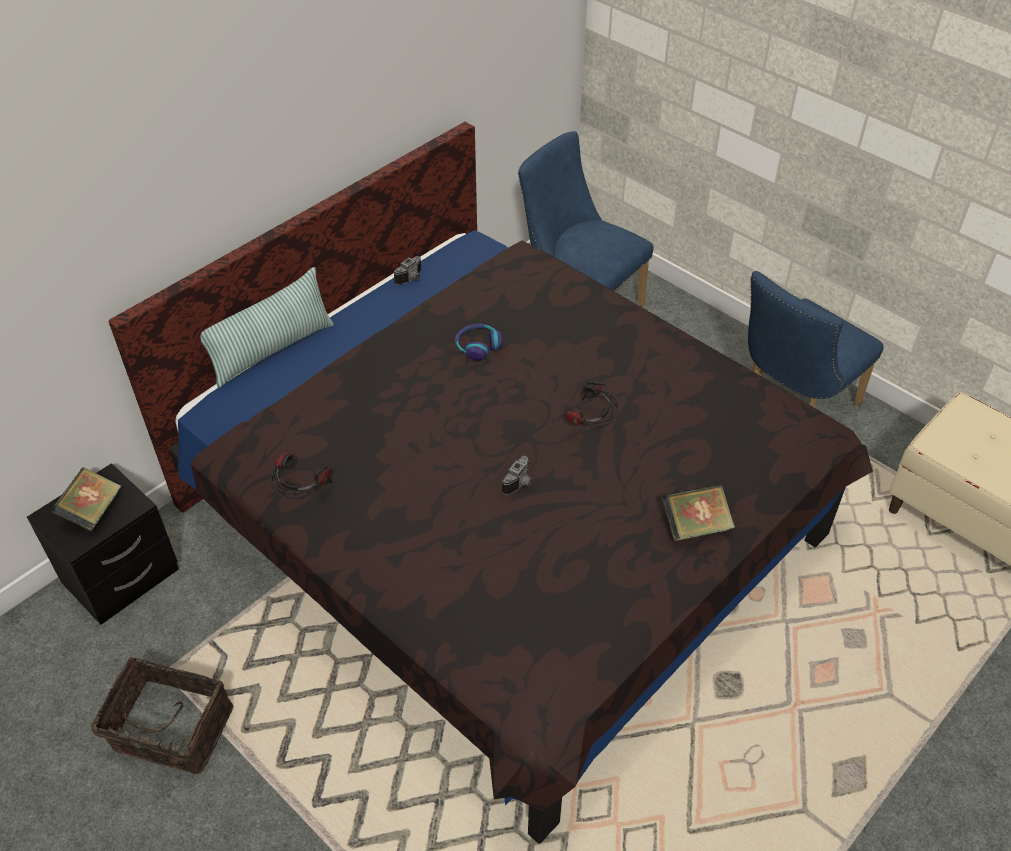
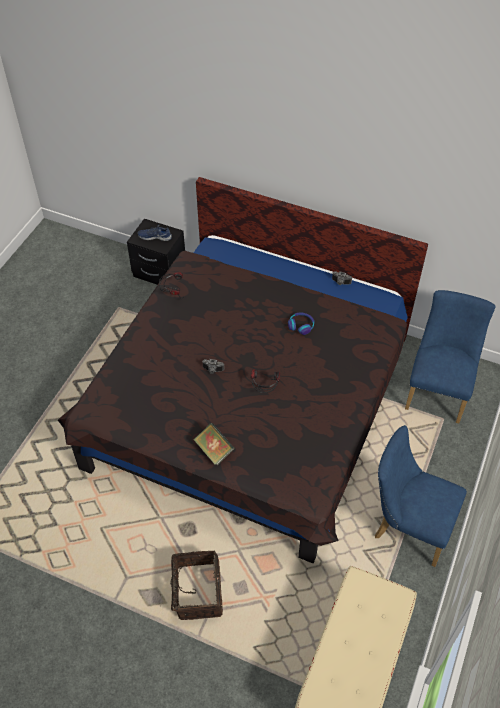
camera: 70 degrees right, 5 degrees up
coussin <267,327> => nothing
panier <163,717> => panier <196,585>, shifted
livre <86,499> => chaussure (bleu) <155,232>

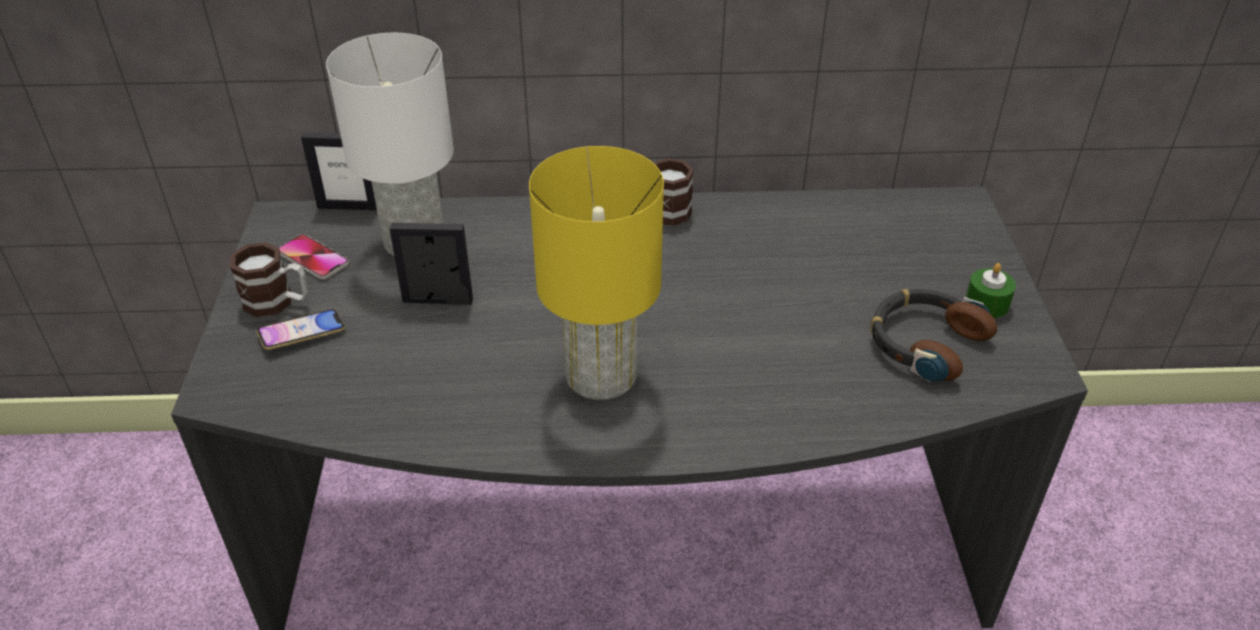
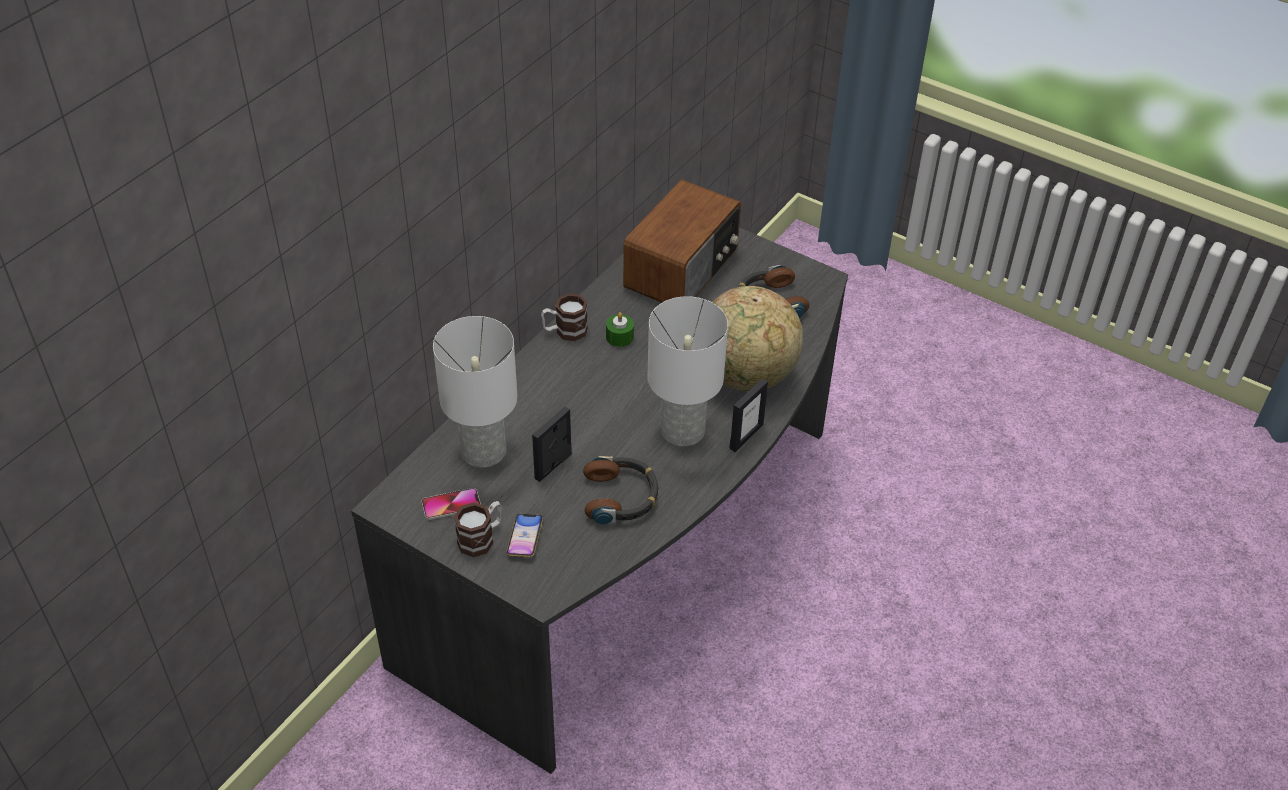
camera: 55 degrees left, 5 degrees up
nothing => casque audio <621,490>
nothing => radio <682,241>
nothing => globe <757,338>
cadre photo <339,171> => cadre photo <749,415>, shifted
bougie (vert) <991,290> => bougie (vert) <620,329>, shifted
lampe de table (jaune) <596,273> => lampe de table (blanc) <687,371>

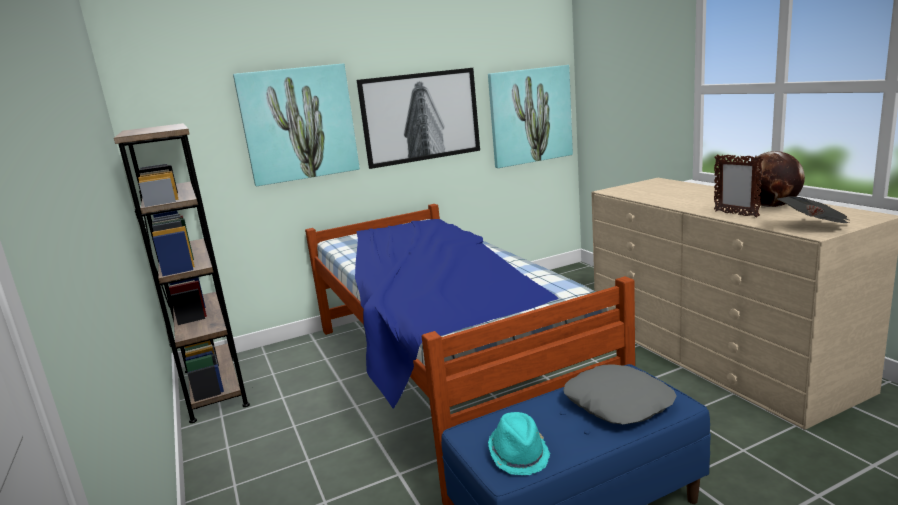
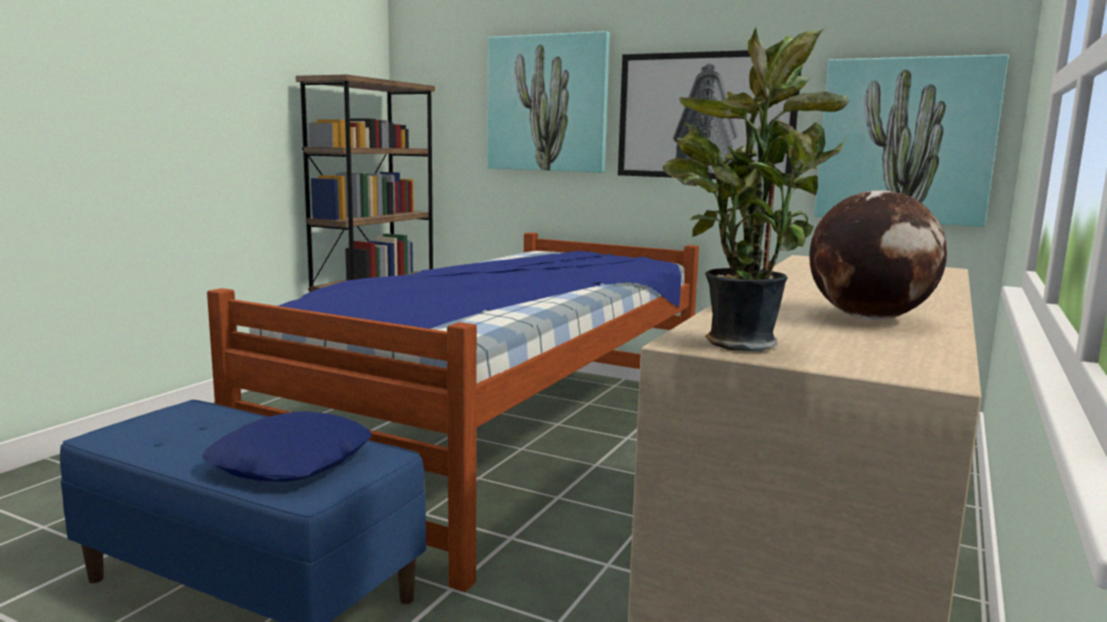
camera: 50 degrees right, 5 degrees down
chapeau (turquoise) <519,443> => nothing
journal <813,209> => plante en pot <756,189>
coussin (gris) <619,394> => coussin (bleu) <286,447>

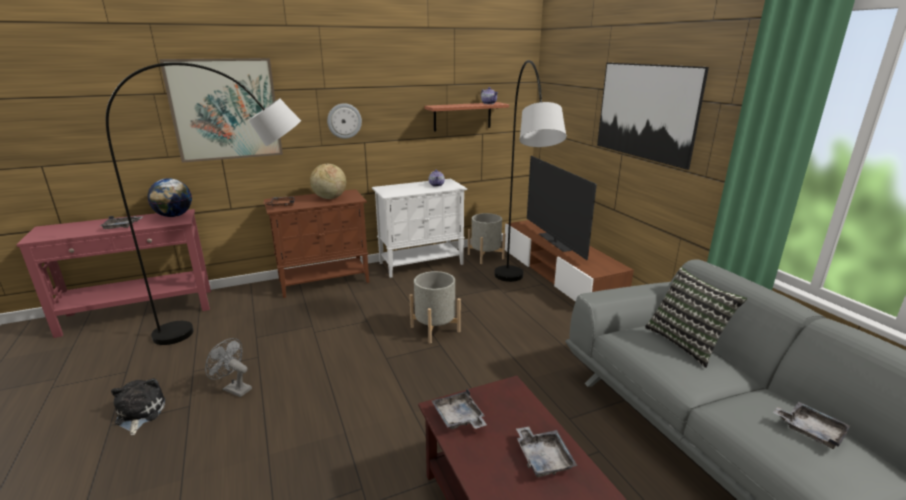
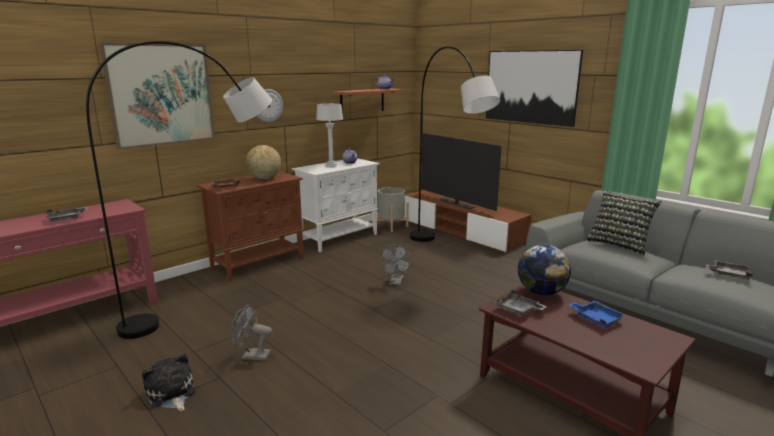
camera: 20 degrees left, 5 degrees down
nothing => lampe de table (gris) <329,135>
globe <169,197> => globe <544,270>, shifted
cache-pot (gris) <435,307> => ventilateur (gris) <395,264>
plateau (gris) <546,452> => plateau (bleu) <597,314>

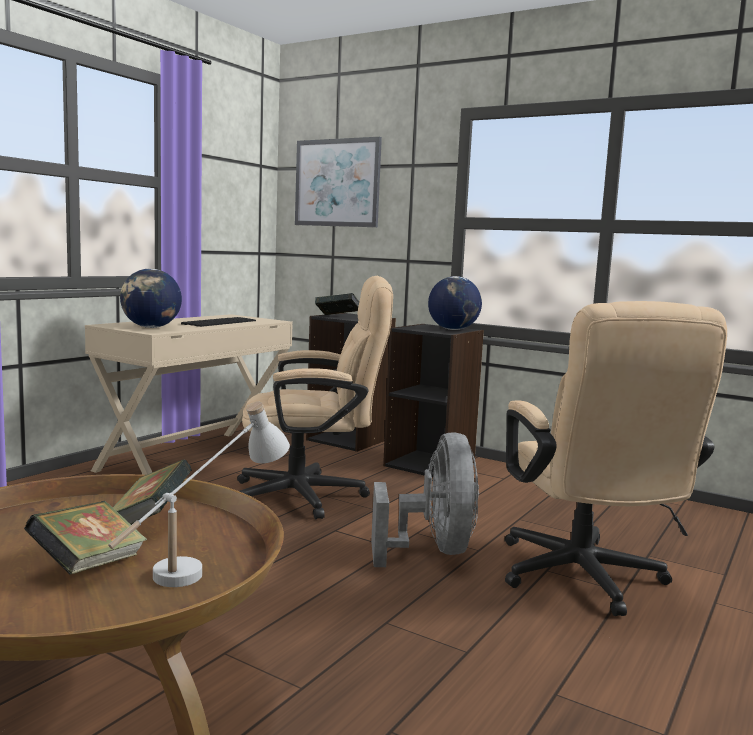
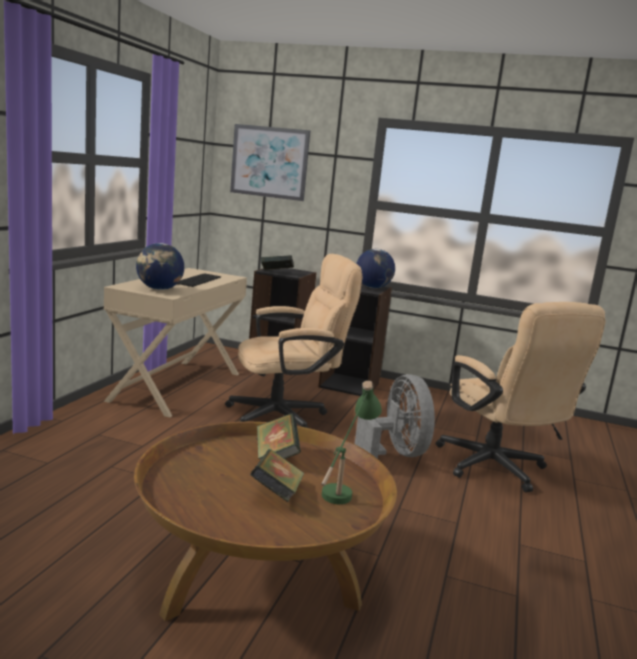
camera: 15 degrees left, 5 degrees up
lampe de table (blanc) <199,494> => lampe de table (vert) <351,442>

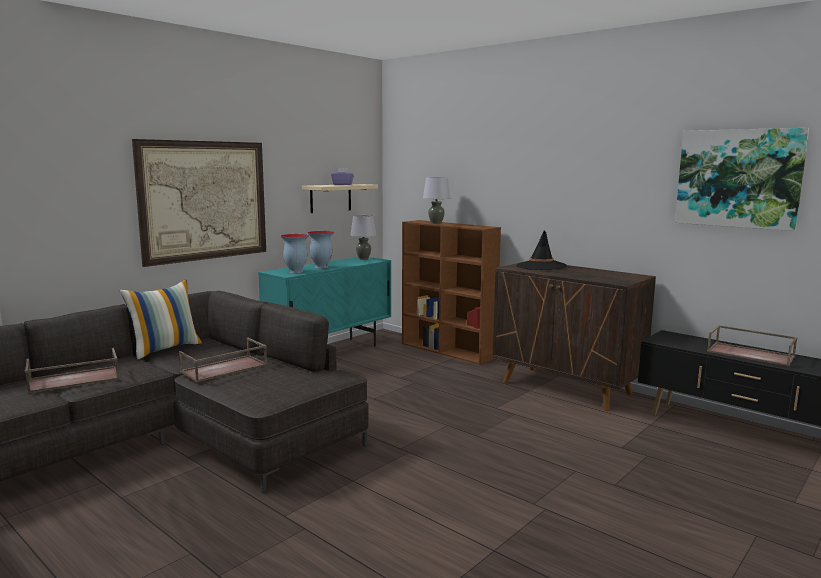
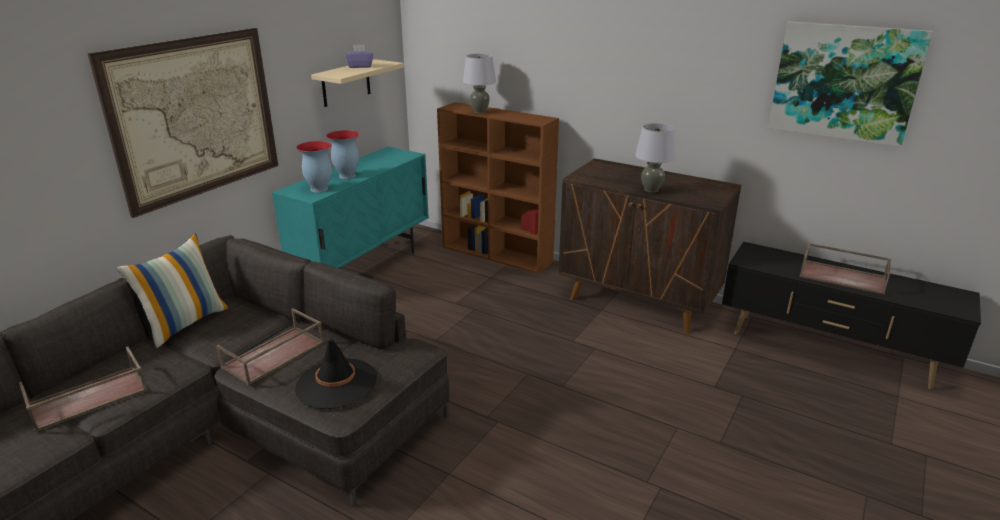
camera: 10 degrees left, 15 degrees up
lampe de table (gris) <363,237> => lampe de table (gris) <655,158>, shifted
chapeau (noir) <541,250> => chapeau (noir) <336,374>, shifted

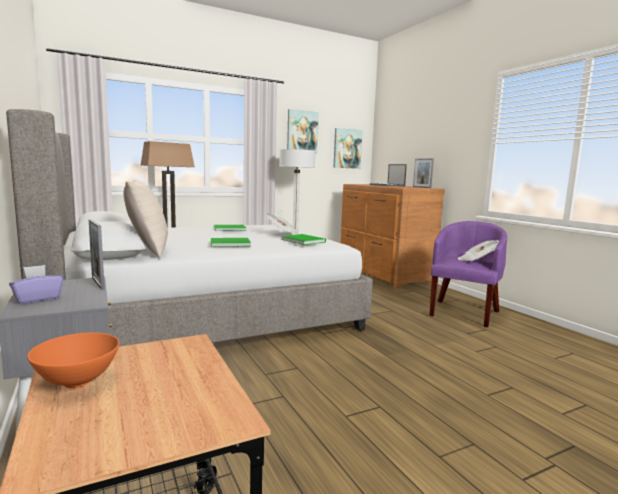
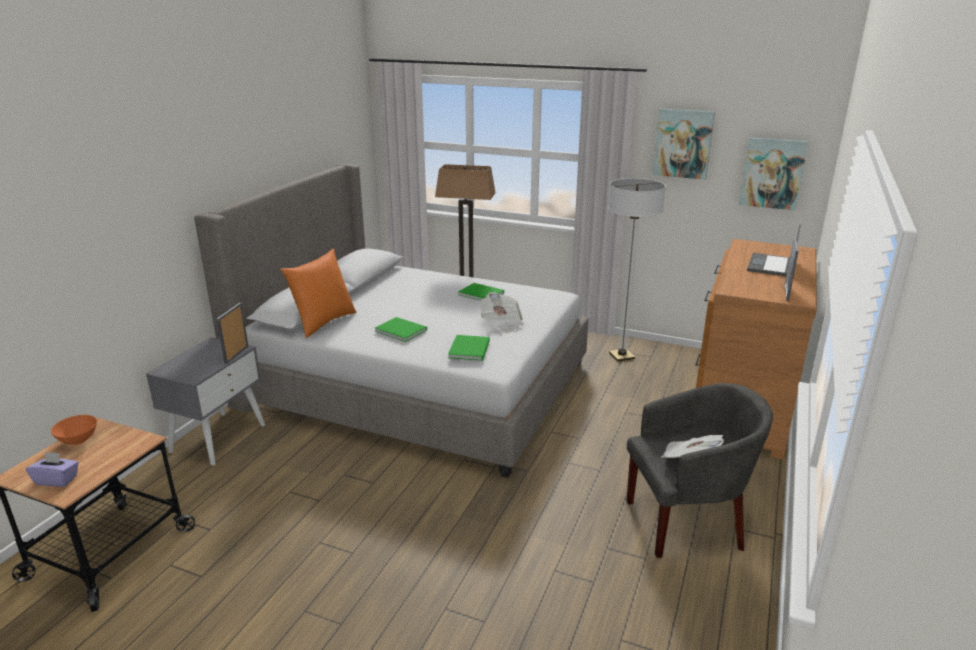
camera: 50 degrees right, 15 degrees up
boîte à mouchoirs (violet) <36,284> => boîte à mouchoirs (violet) <52,469>, shifted
coussin (beige) <146,219> => coussin (orange) <318,293>
fauteuil (violet) <468,274> => fauteuil (gris) <699,470>

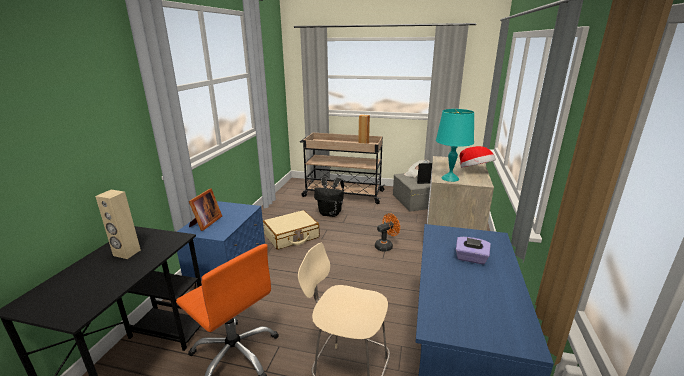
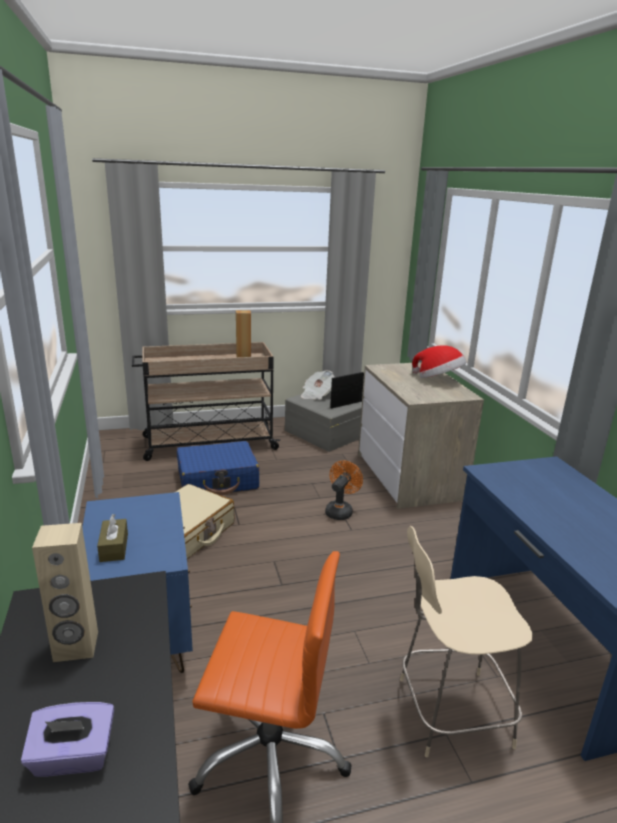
camera: 30 degrees left, 0 degrees up
lampe de table (turquoise) <455,145> => nothing
boîte à mouchoirs (violet) <473,250> => boîte à mouchoirs (violet) <67,739>, shifted
cadre photo <205,209> => boîte à mouchoirs (marron) <112,538>
sac à dos (noir) <329,197> => valise (bleu) <218,468>

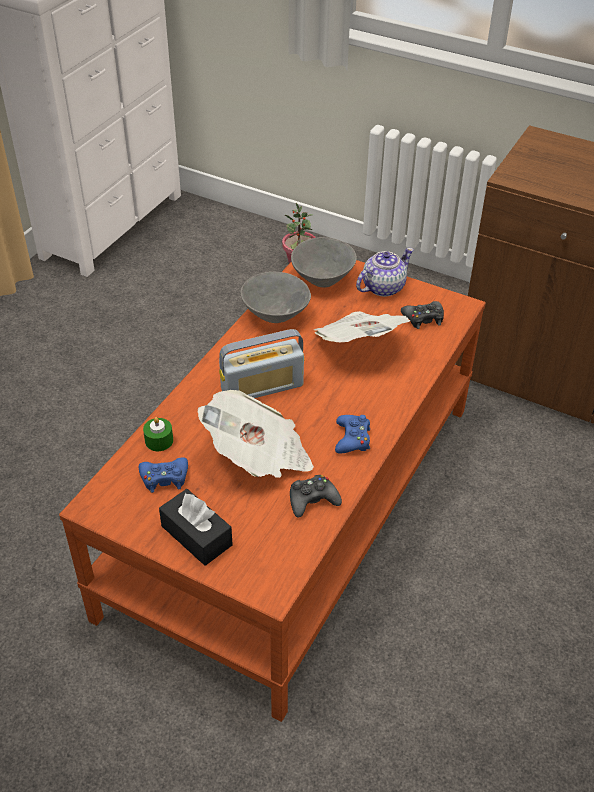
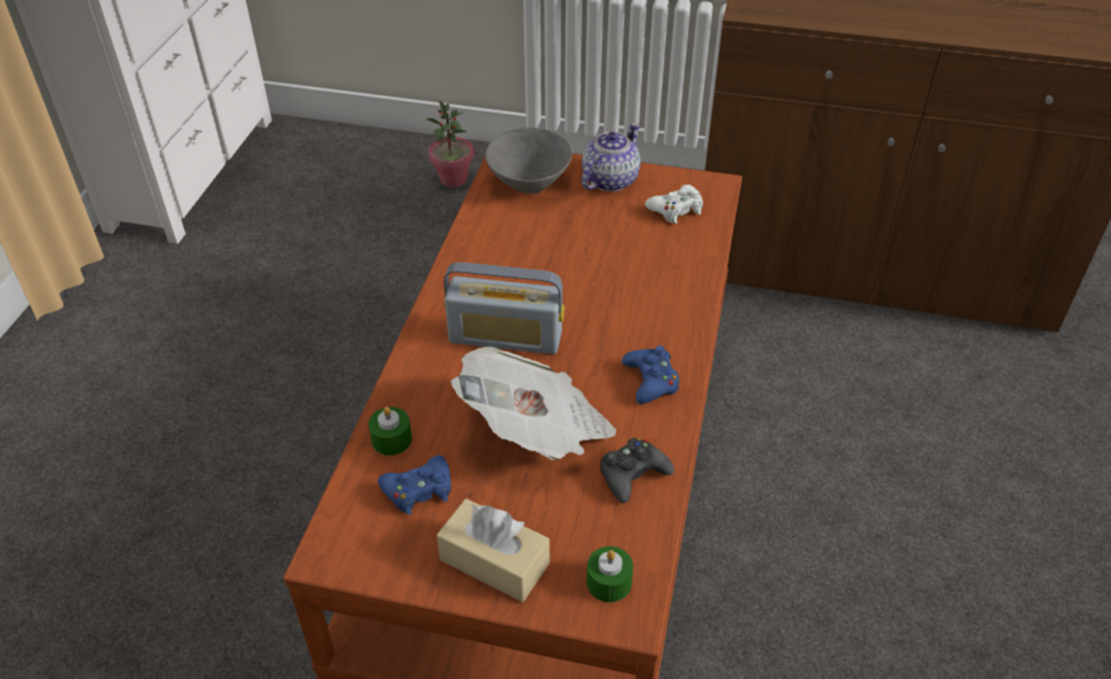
camera: 15 degrees left, 0 degrees up
bol (gris) <276,297> => nothing
journal <362,326> => nothing
nothing => bougie (vert) <610,574>
boîte à mouchoirs (noir) <196,527> => boîte à mouchoirs (beige) <493,550>
manette (noir) <422,315> => manette (blanc) <674,204>
radio <262,363> => radio <504,308>, 45 degrees clockwise

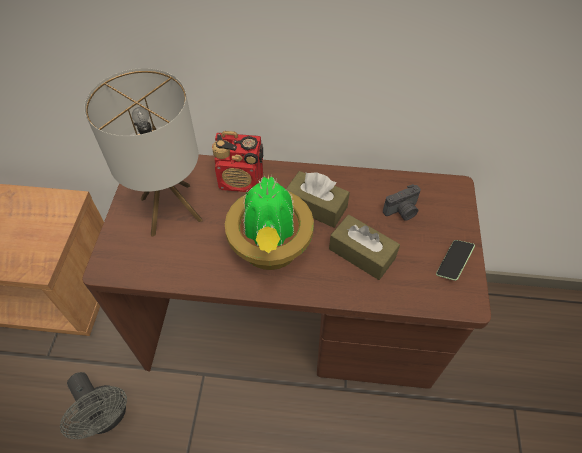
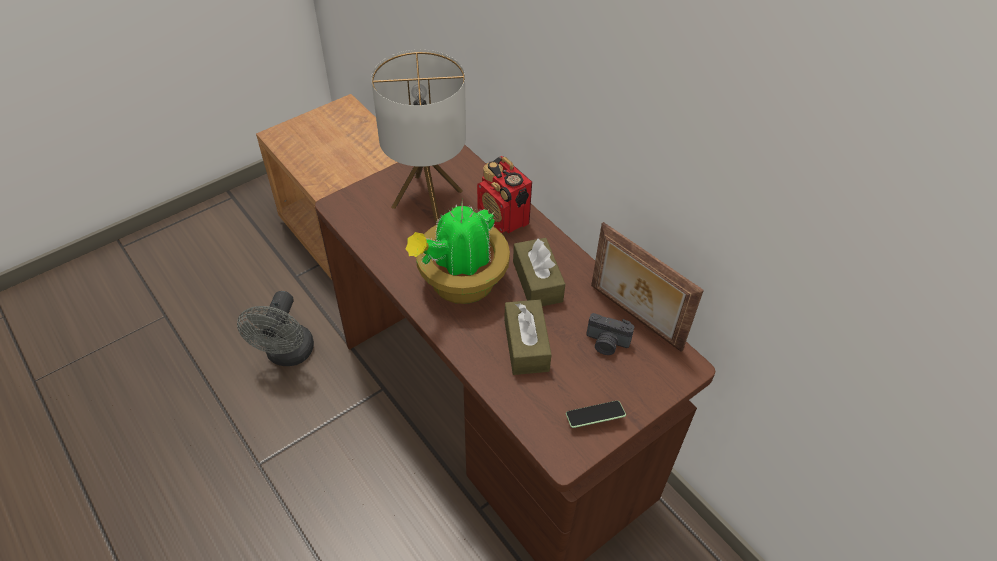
camera: 45 degrees right, 5 degrees down
nothing => cadre photo <647,287>

